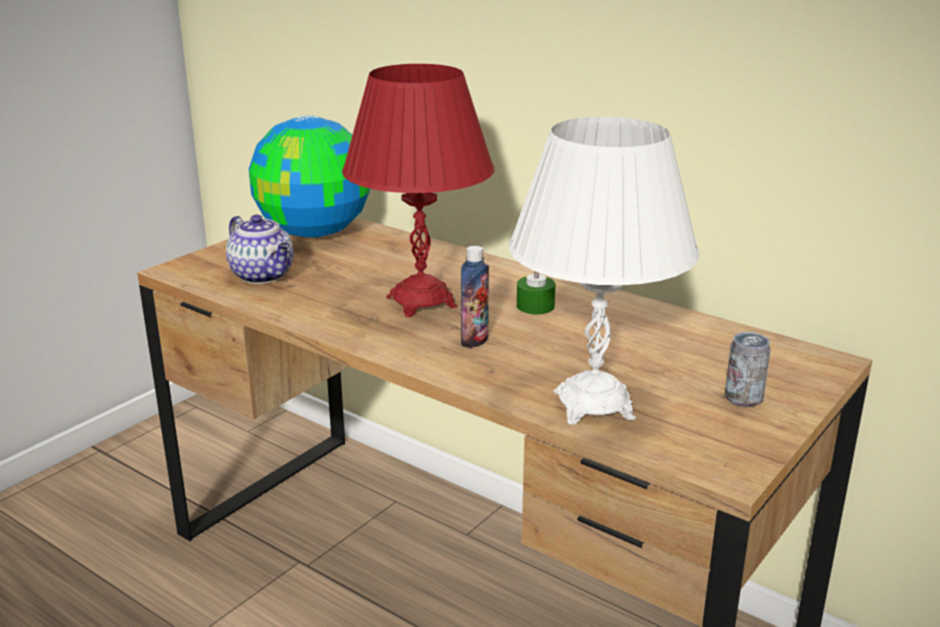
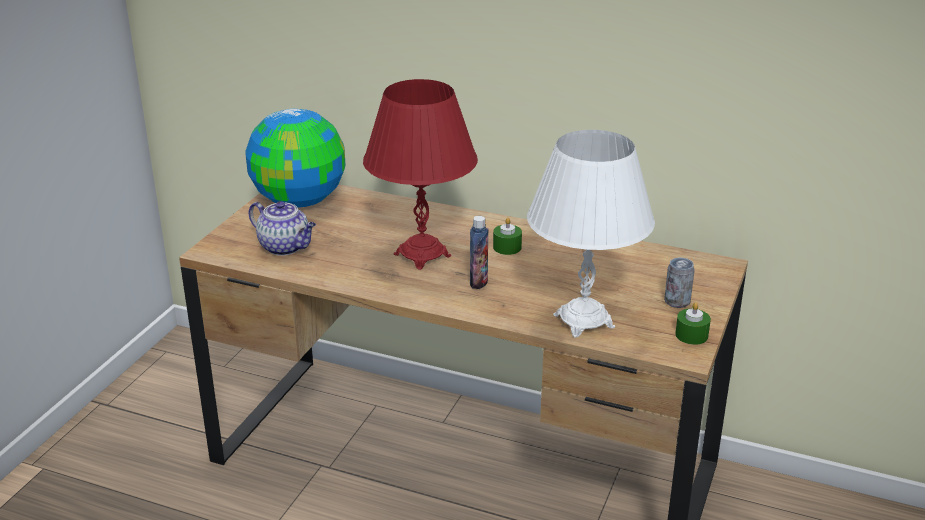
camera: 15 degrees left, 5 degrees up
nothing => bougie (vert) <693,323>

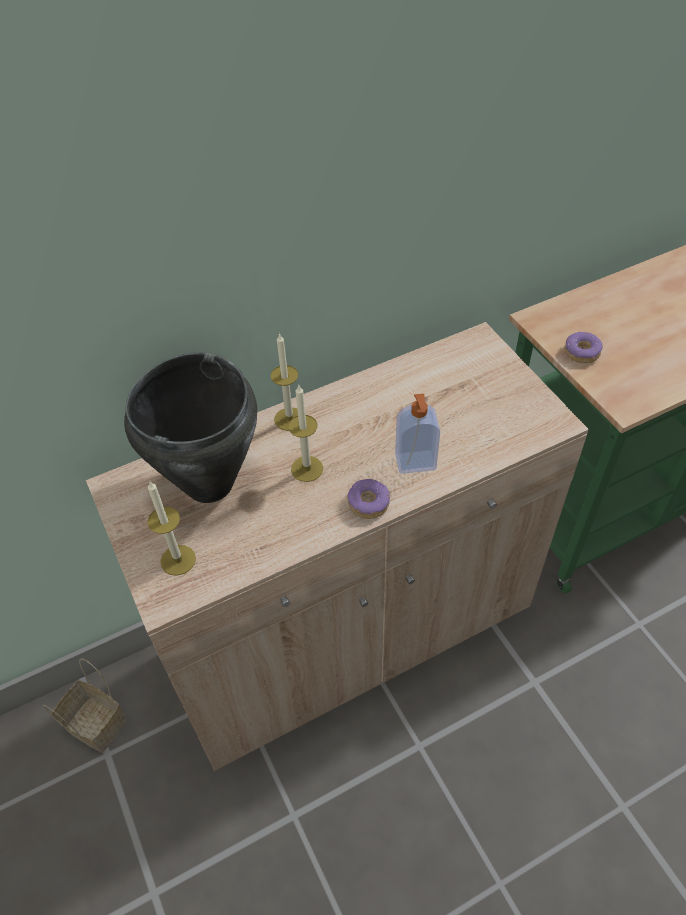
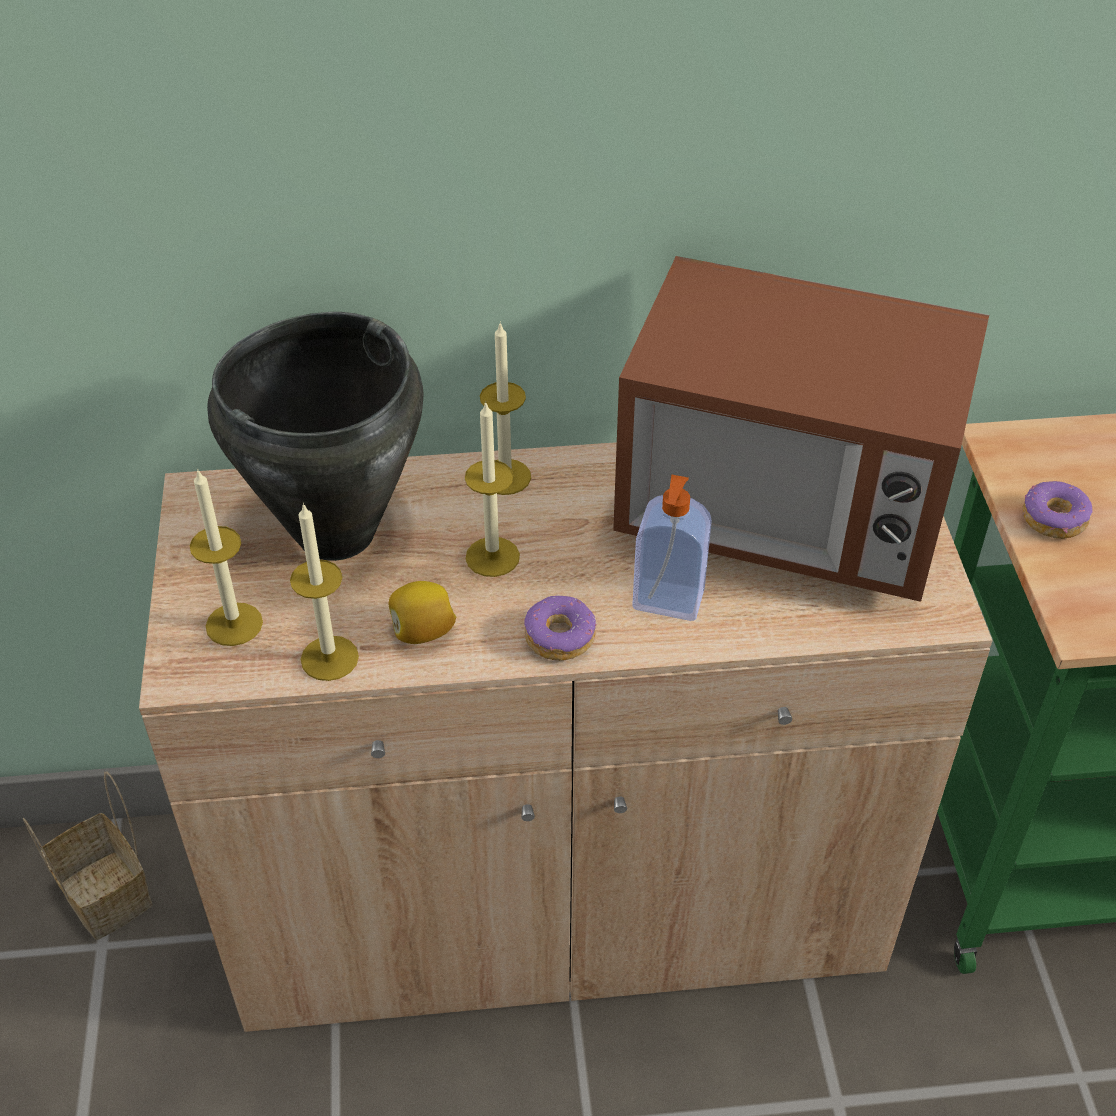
camera: 20 degrees right, 5 degrees down
nothing => bougie <324,592>
nothing => citron <422,612>
nothing => micro-ondes <801,429>

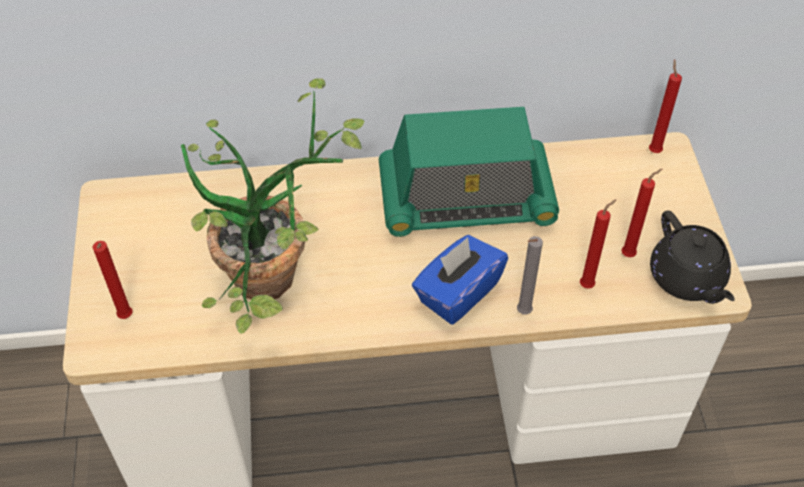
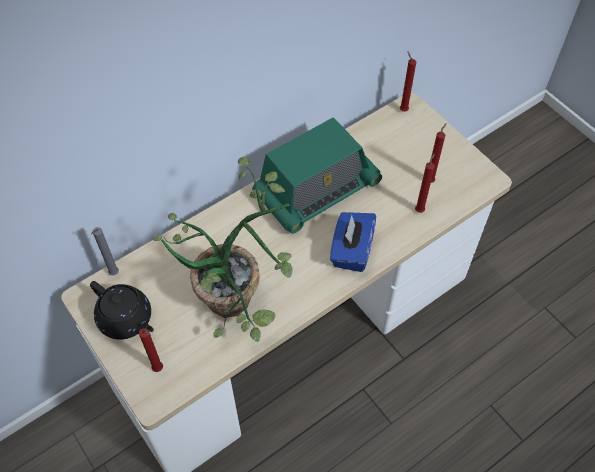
camera: 30 degrees left, 5 degrees up
bougie (gris) <530,275> => bougie (gris) <105,251>, shifted
théière (noir) <692,257> => théière (noir) <122,310>, shifted

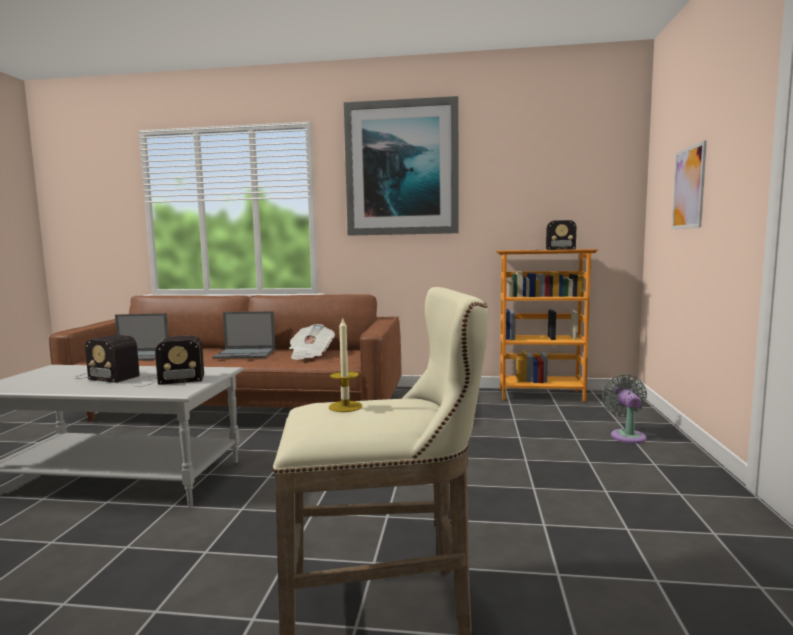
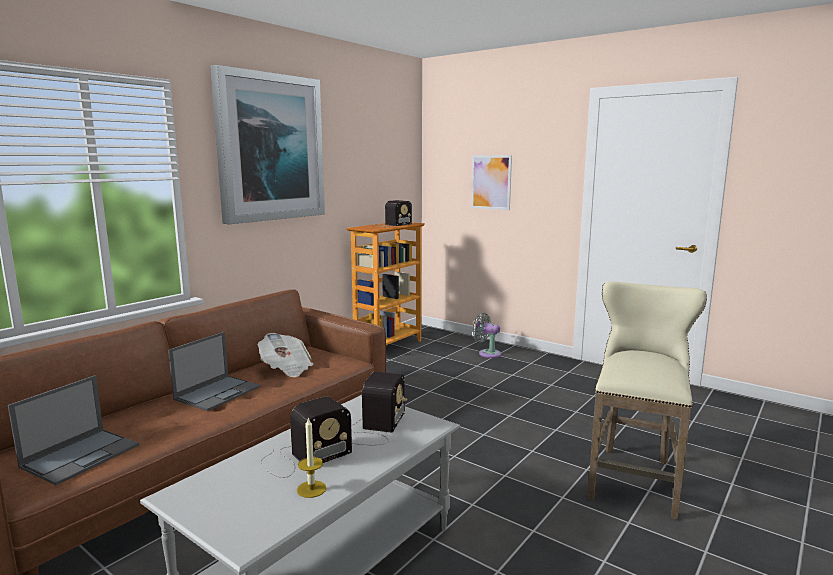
camera: 60 degrees left, 5 degrees up
bougie <345,364> => bougie <311,457>, shifted

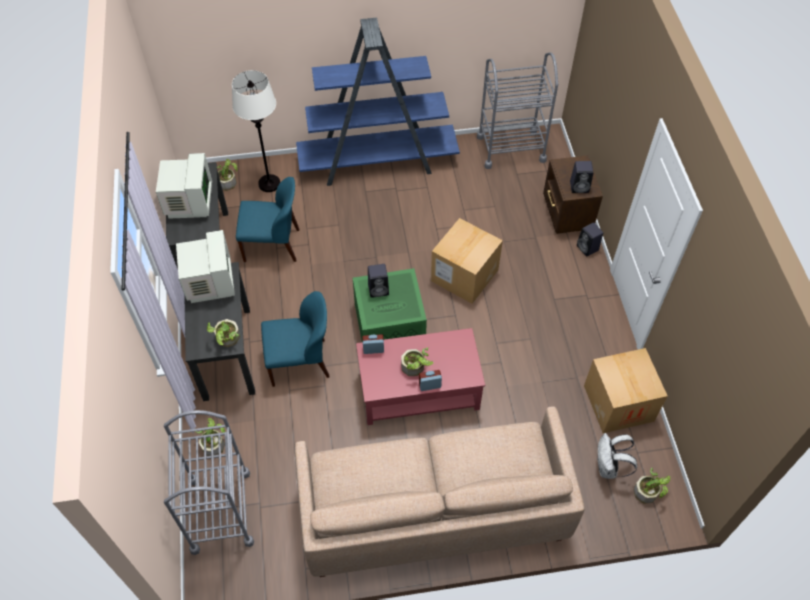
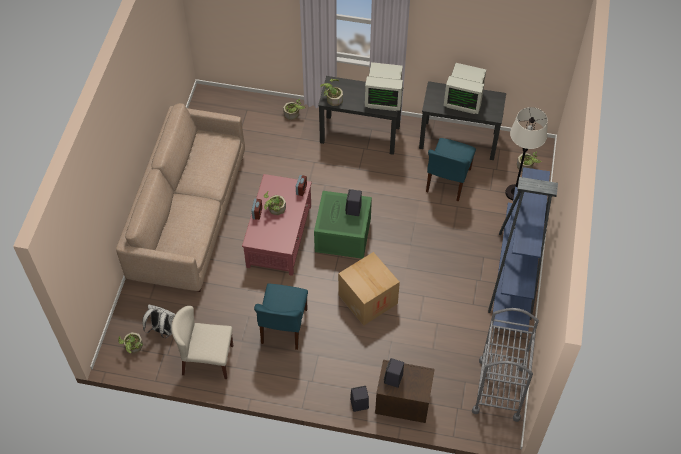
camera: 110 degrees right, 0 degrees up
chariot (gris) <209,482> => nothing
chaise (bleu) <295,339> => chaise (bleu) <281,316>, shifted
carton <626,390> => chaise (beige) <202,342>

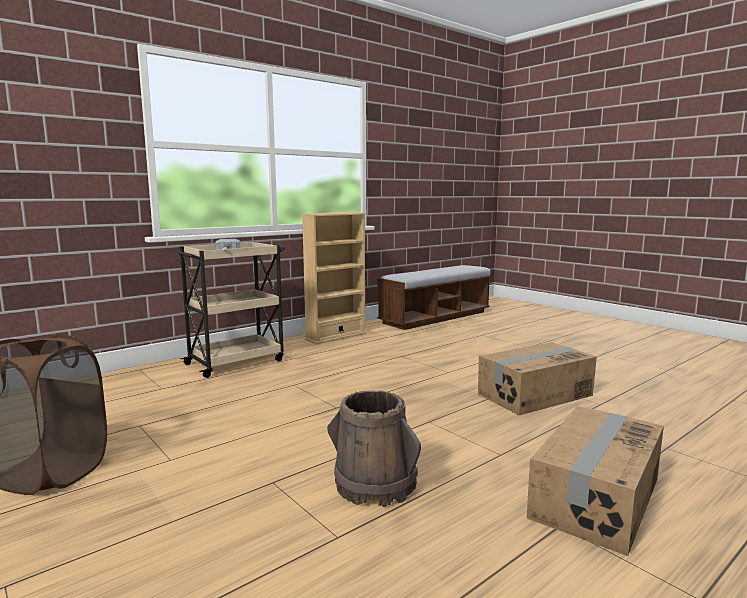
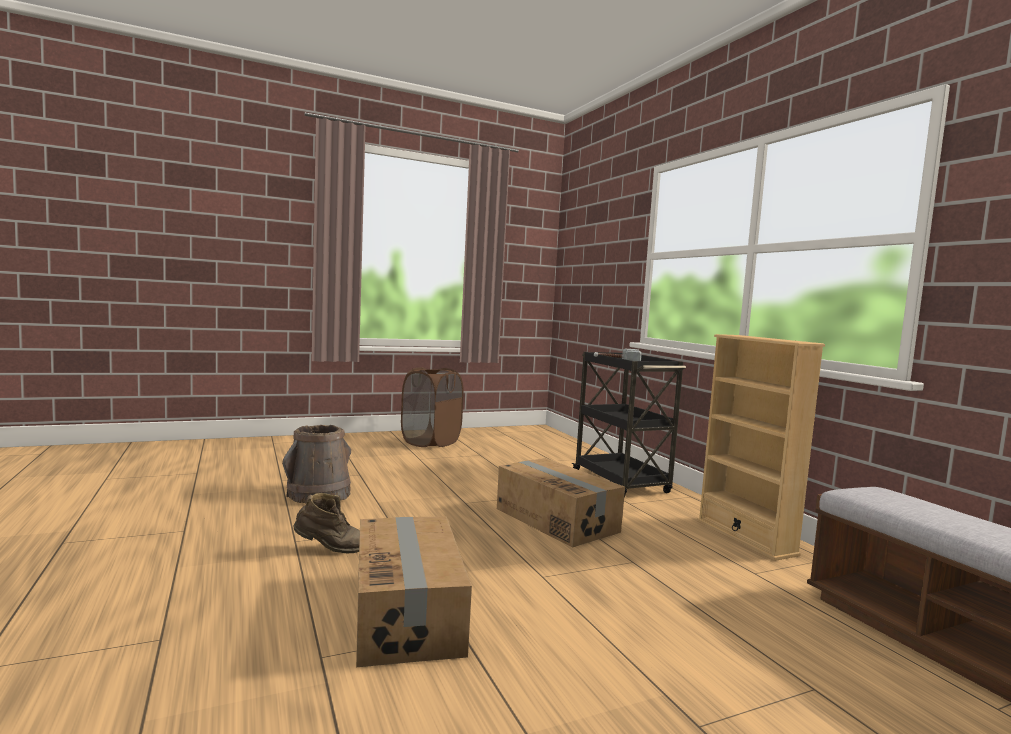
camera: 105 degrees right, 5 degrees down
nothing => botte (marron) <326,523>
carton <595,481> => carton <561,503>, shifted
chariot (beige) <229,310> => chariot (noir) <629,424>

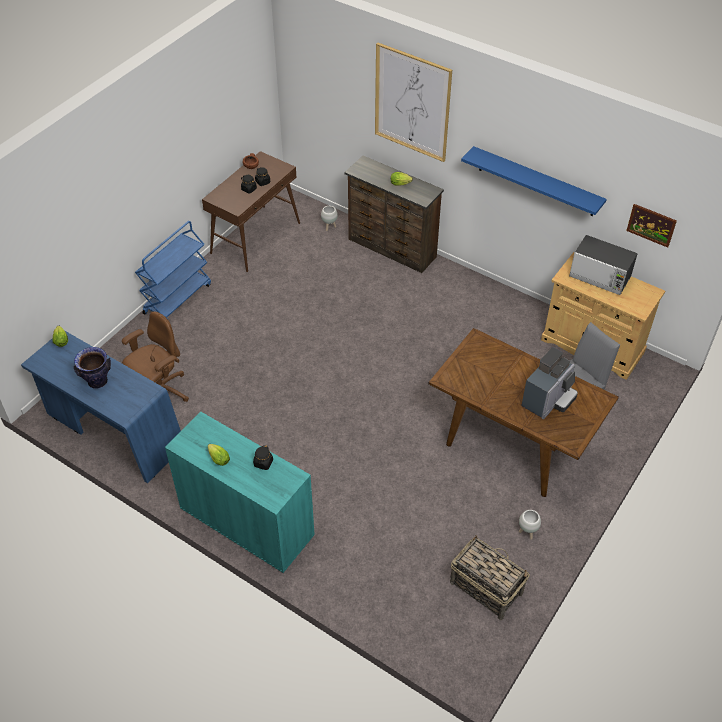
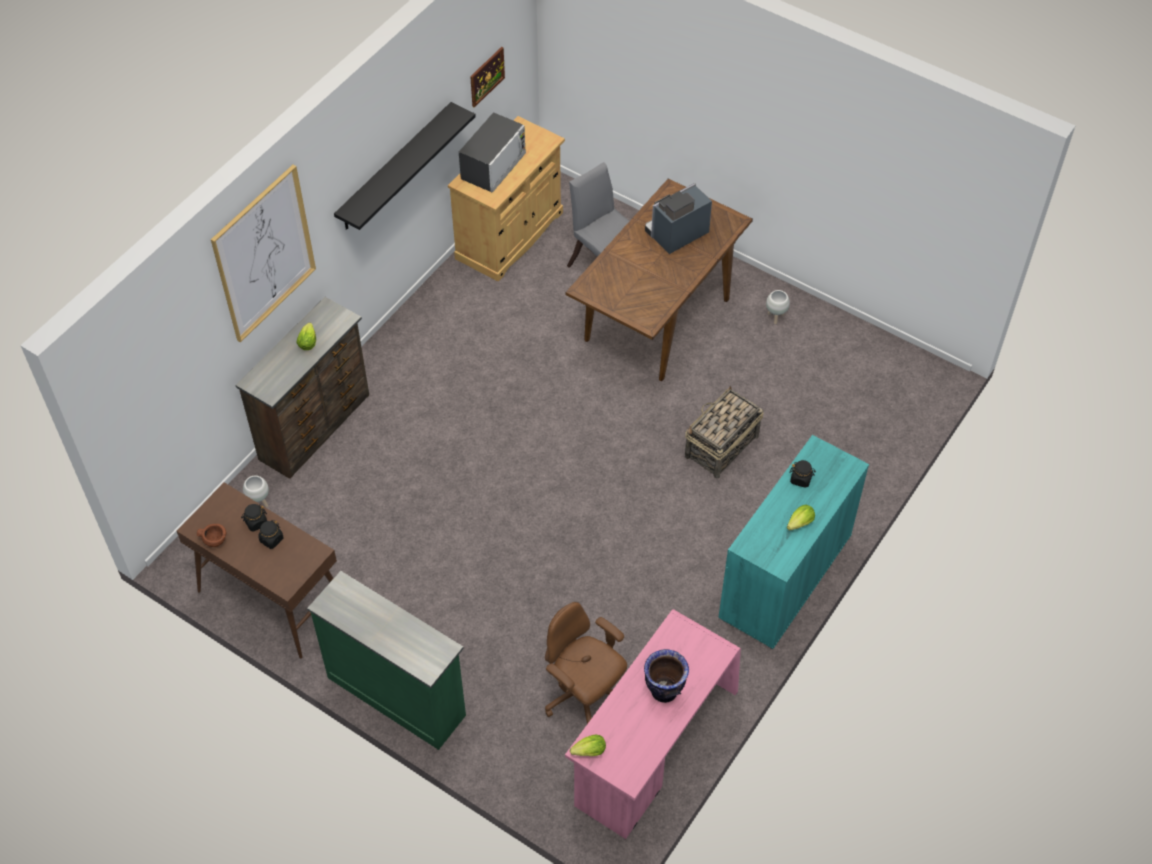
camera: 90 degrees left, 5 degrees up
panier <490,577> => panier <724,432>, shifted
chariot (bleu) <173,270> => commode (vert) <386,660>
bureau (bleu) <101,406> => bureau (rose) <653,724>
étagère (bleu) <534,181> => étagère (noir) <405,166>
machine à café <549,383> => machine à café <678,218>, 75 degrees counterclockwise

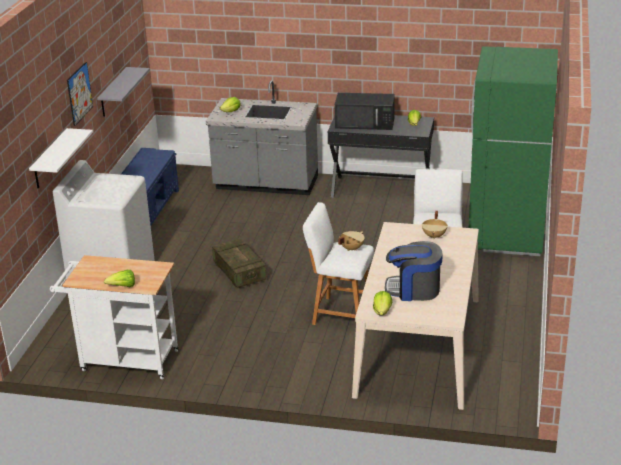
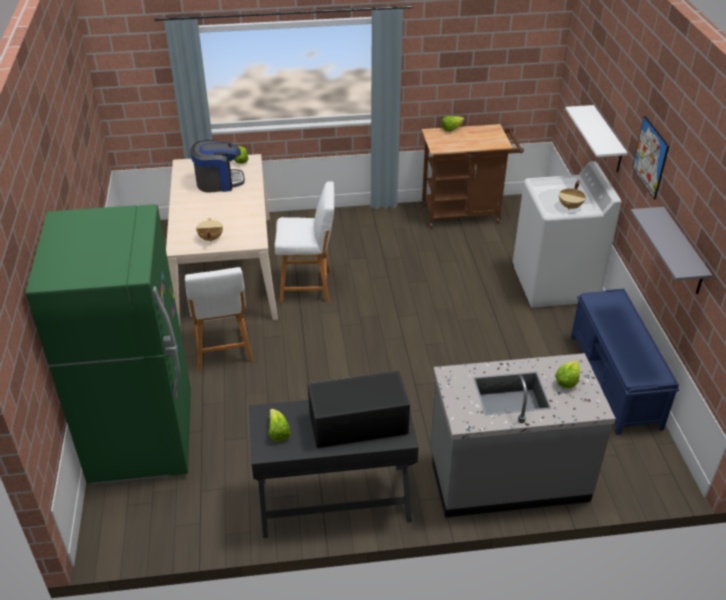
camera: 160 degrees right, 10 degrees up
caisse <239,263> => nothing
marmite (beige) <351,241> => marmite (beige) <572,195>, shifted
chariot (blanc) <114,317> => chariot (marron) <473,176>

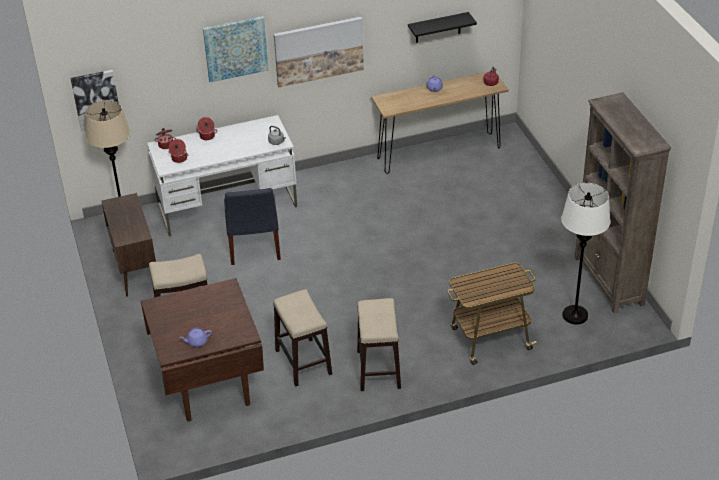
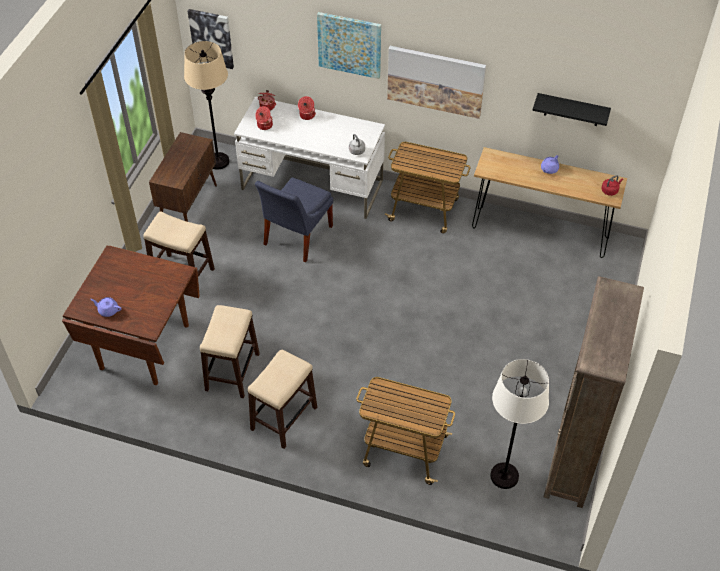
camera: 35 degrees right, 10 degrees up
nothing => chariot <428,188>

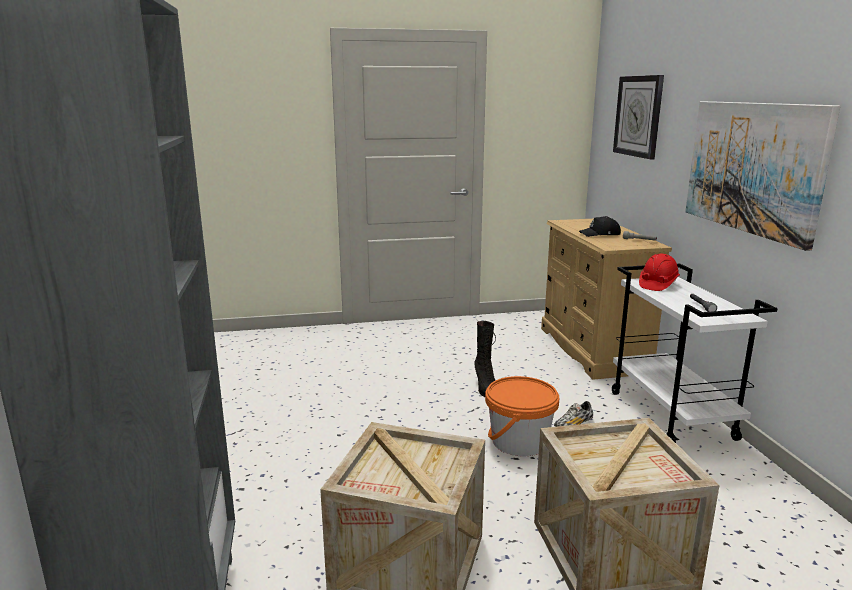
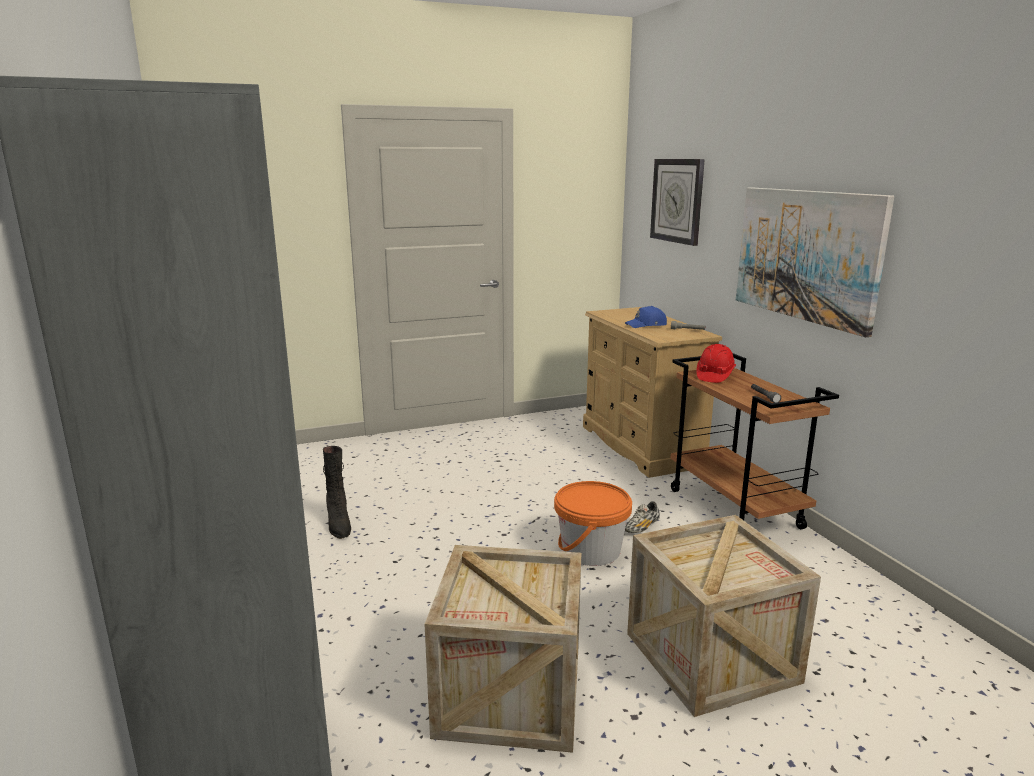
camera: 10 degrees left, 0 degrees up
botte (noir) <485,359> => botte (noir) <337,492>, shifted
casquette (noir) <600,226> => casquette (bleu) <646,317>
chariot (blanc) <695,353> => chariot (marron) <755,441>

